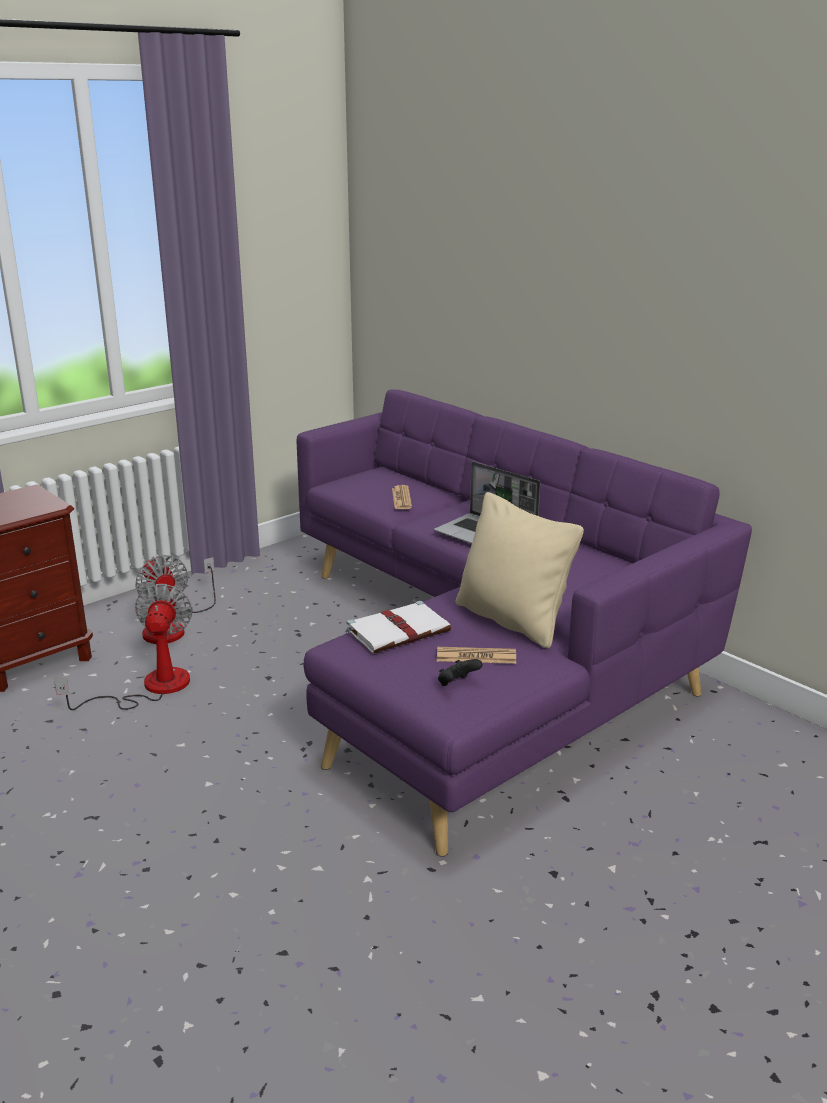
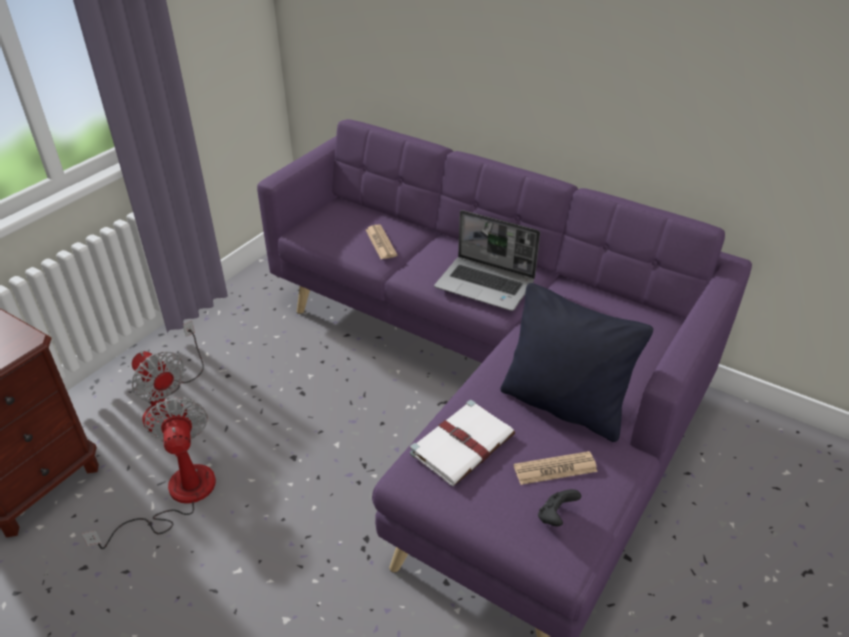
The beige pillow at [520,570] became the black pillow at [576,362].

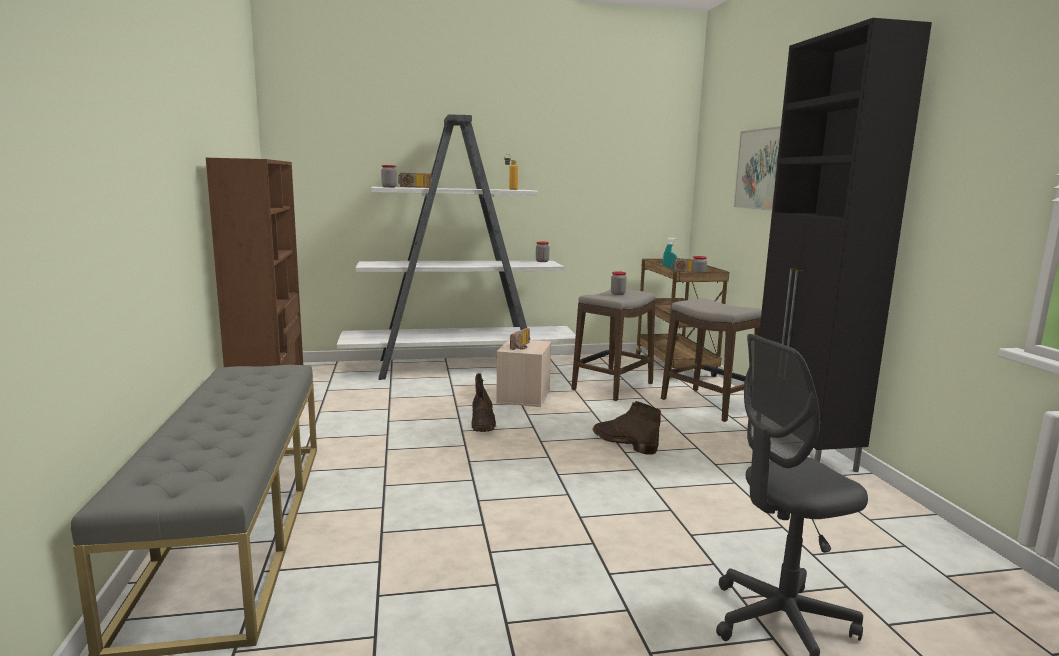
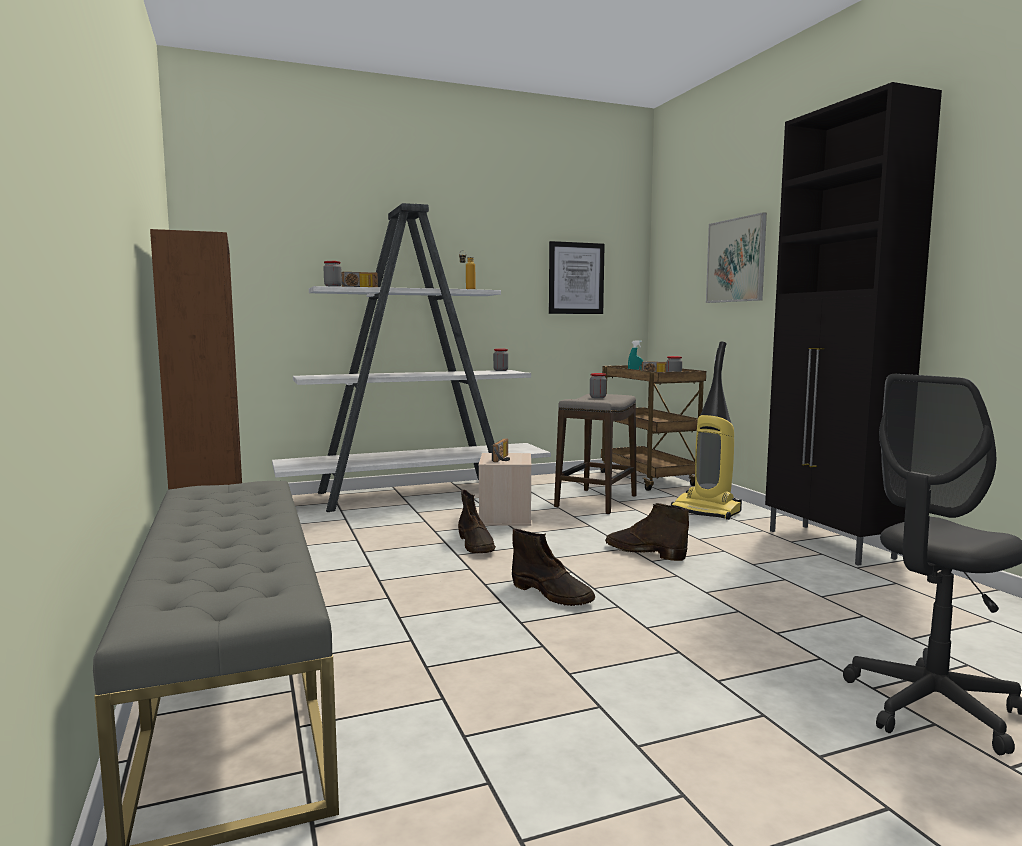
The brown boot at [553,567] appeared.
The picture at [577,277] appeared.
The stool at [711,360] was replaced by the vacuum cleaner at [706,431].

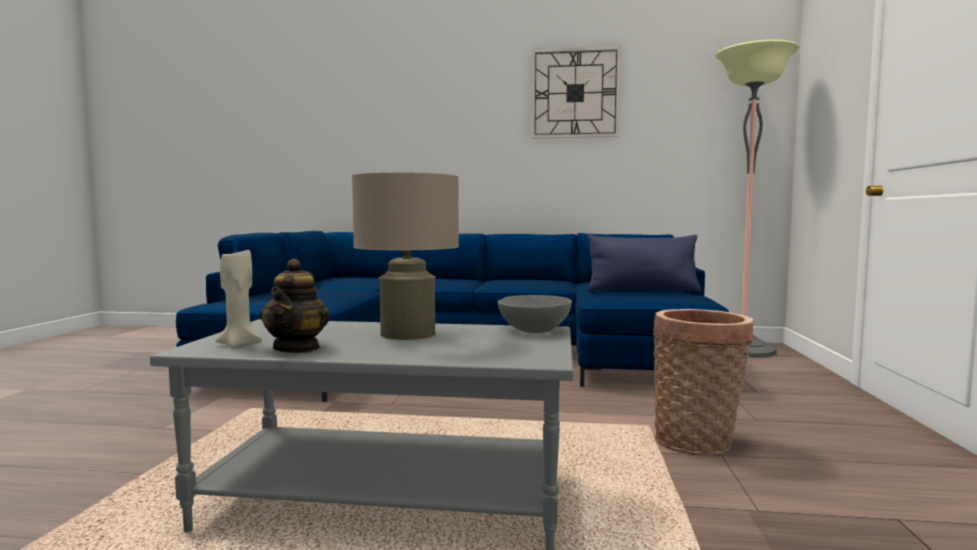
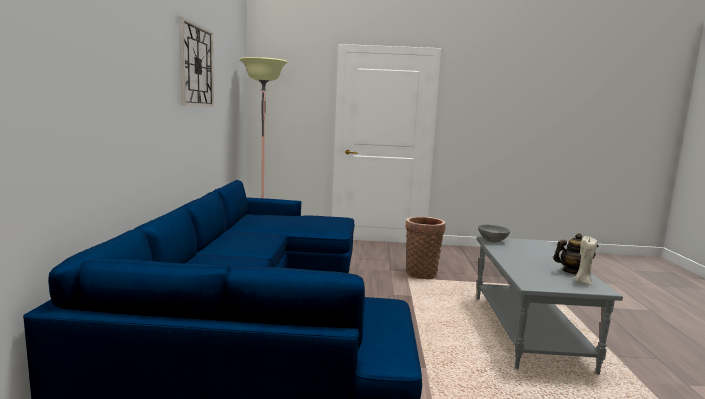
The beige table lamp at [405,256] disappeared.
The blue pillow at [644,263] disappeared.

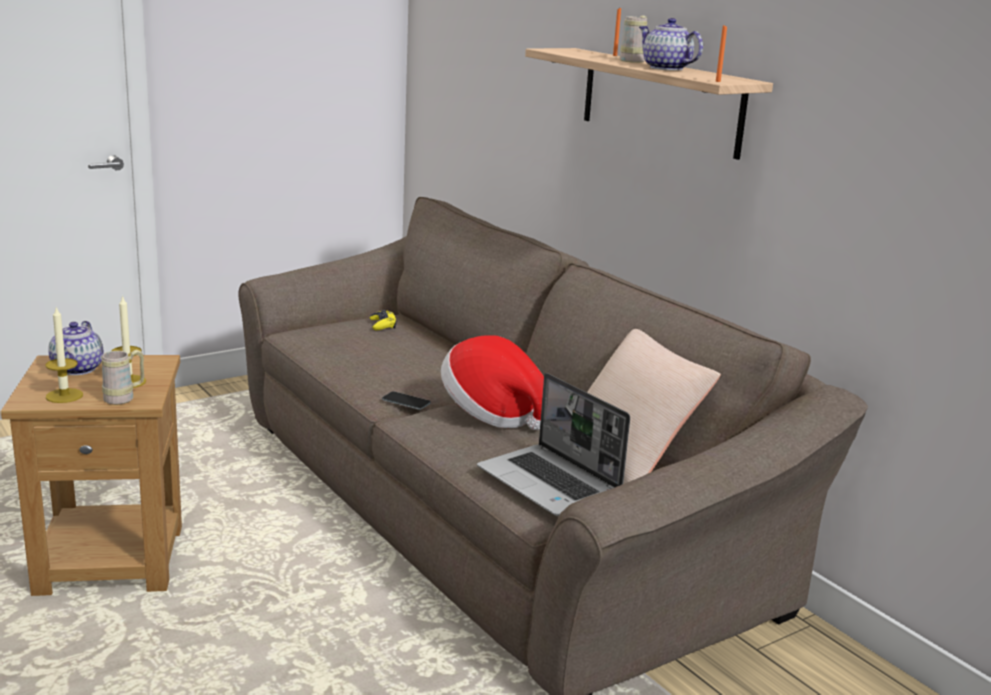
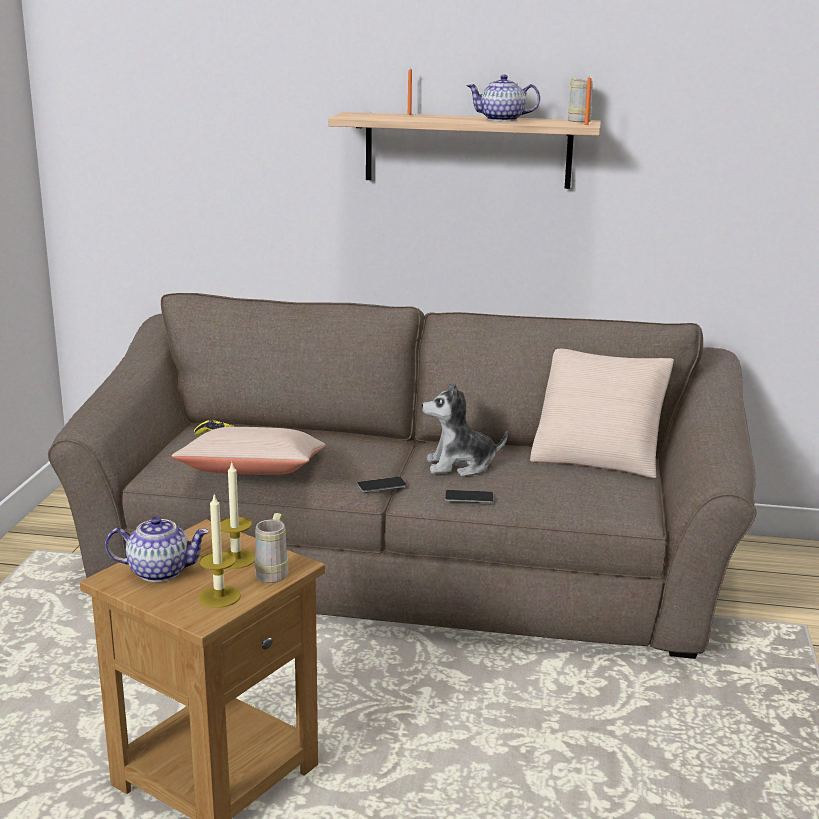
The teapot at [76,348] turned 45 degrees counterclockwise.
The beige pillow at [249,451] appeared.
The hat at [492,382] was replaced by the plush toy at [465,430].
The phone at [469,496] appeared.
The beige mug moved from [633,39] to [580,99].
The laptop at [553,444] disappeared.

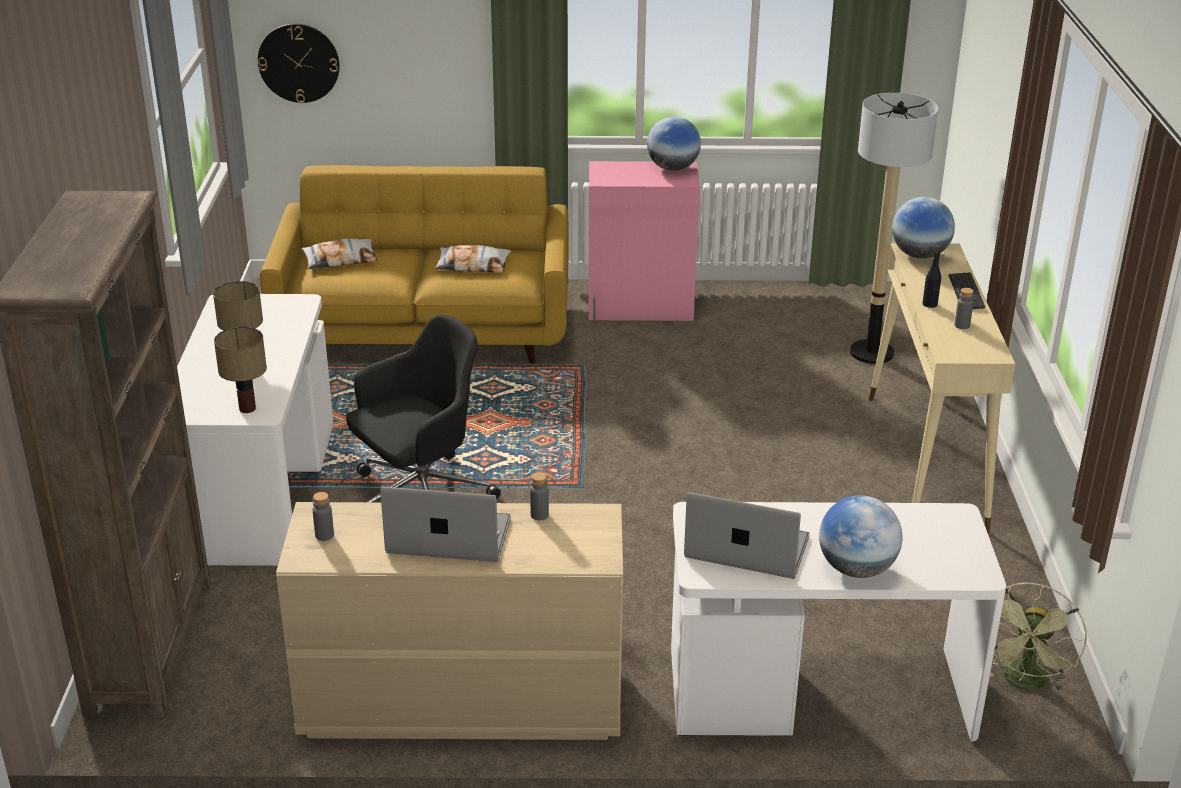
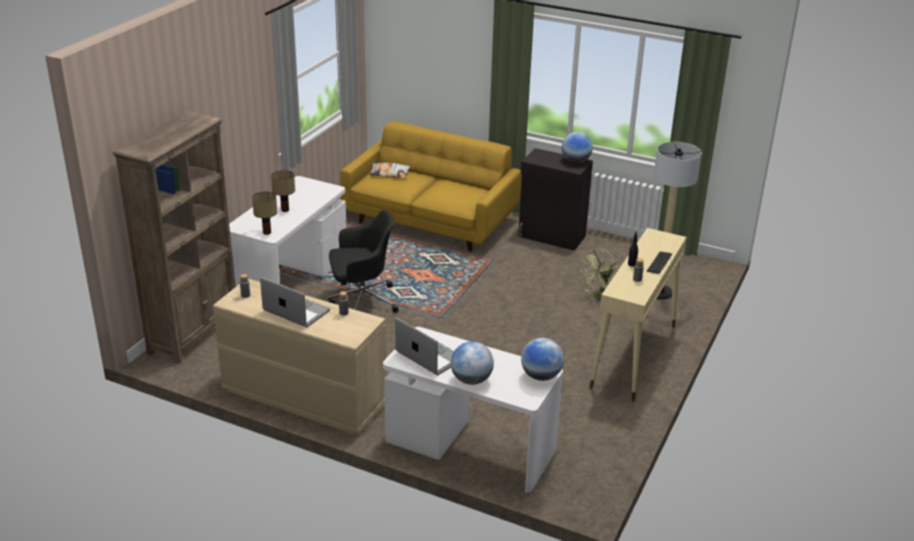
The pink cabinet at [644,241] became the black cabinet at [555,199].
The globe moved from [923,228] to [542,359].
The green fan moved from [1038,637] to [599,274].
The wall clock at [299,63] disappeared.
The pillow at [473,259] disappeared.

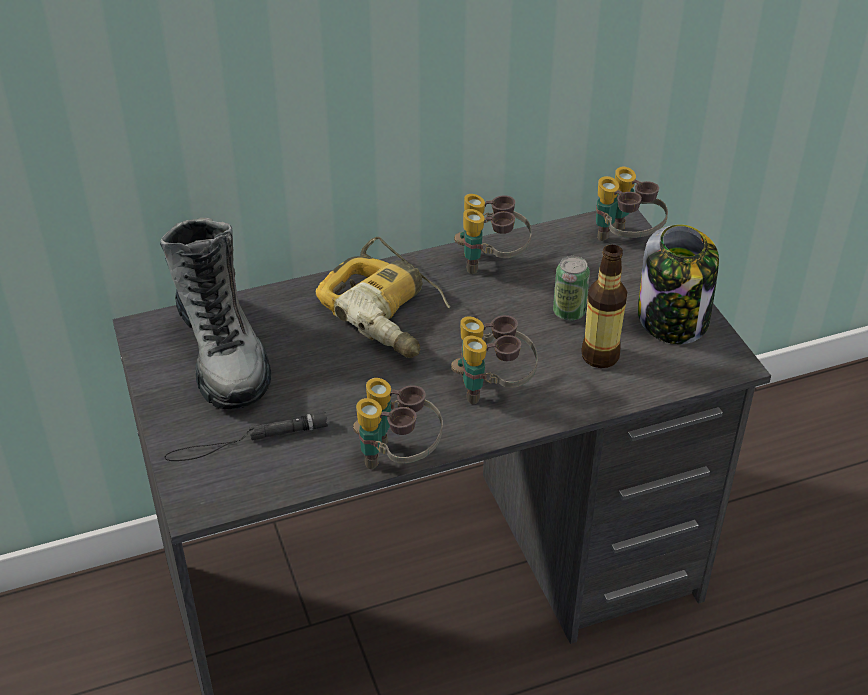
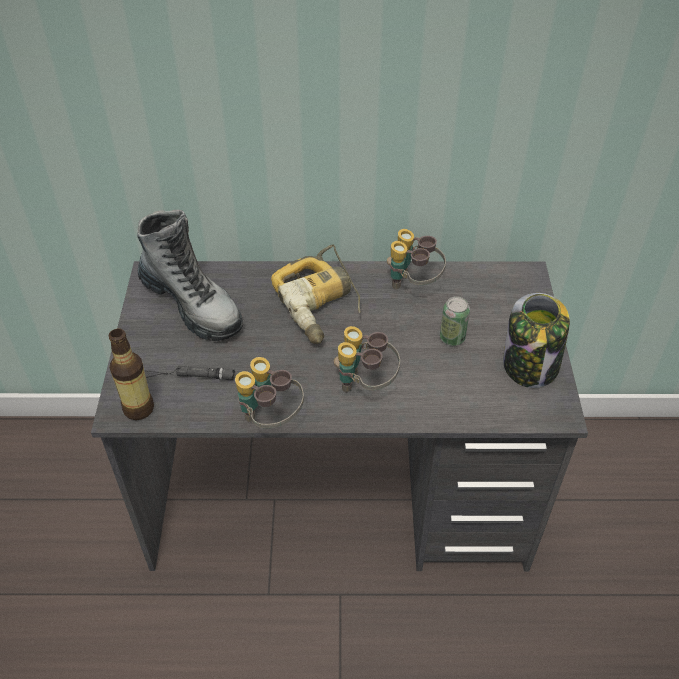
The bottle moved from [604,306] to [131,374].
The boot at [215,313] turned 45 degrees counterclockwise.
The binoculars at [632,204] disappeared.

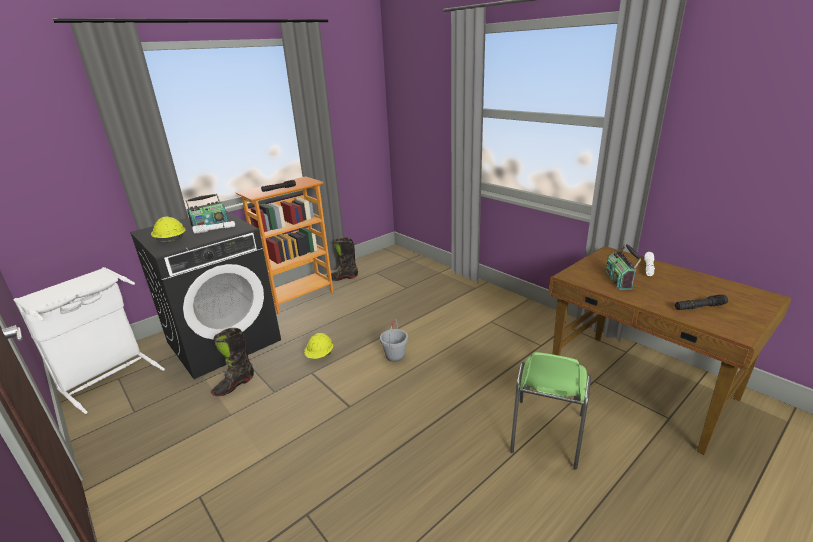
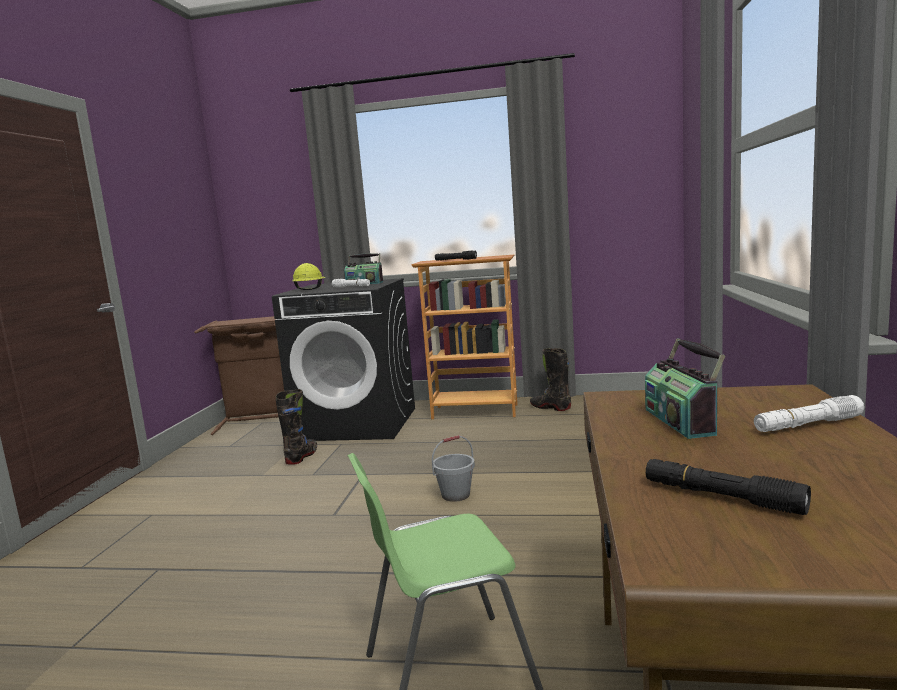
The white laundry basket at [89,340] became the brown laundry basket at [239,375].
The black boot at [232,362] turned 105 degrees clockwise.
The radio at [624,266] turned 60 degrees counterclockwise.
The yellow hard hat at [318,346] disappeared.

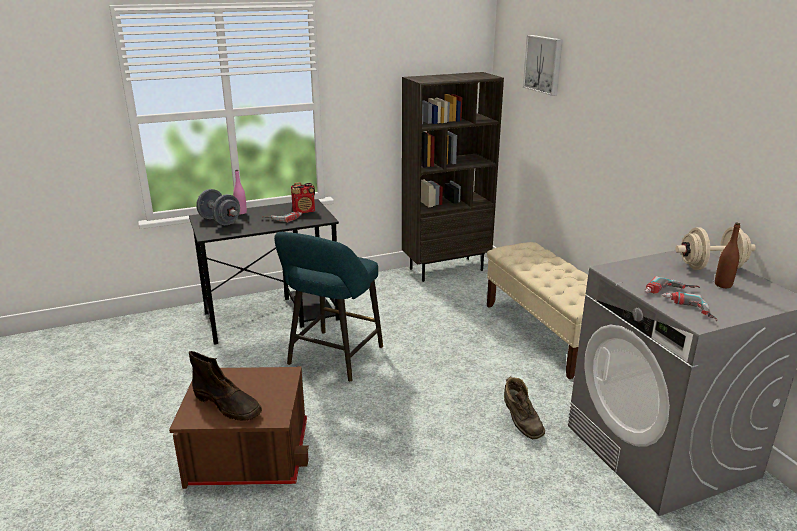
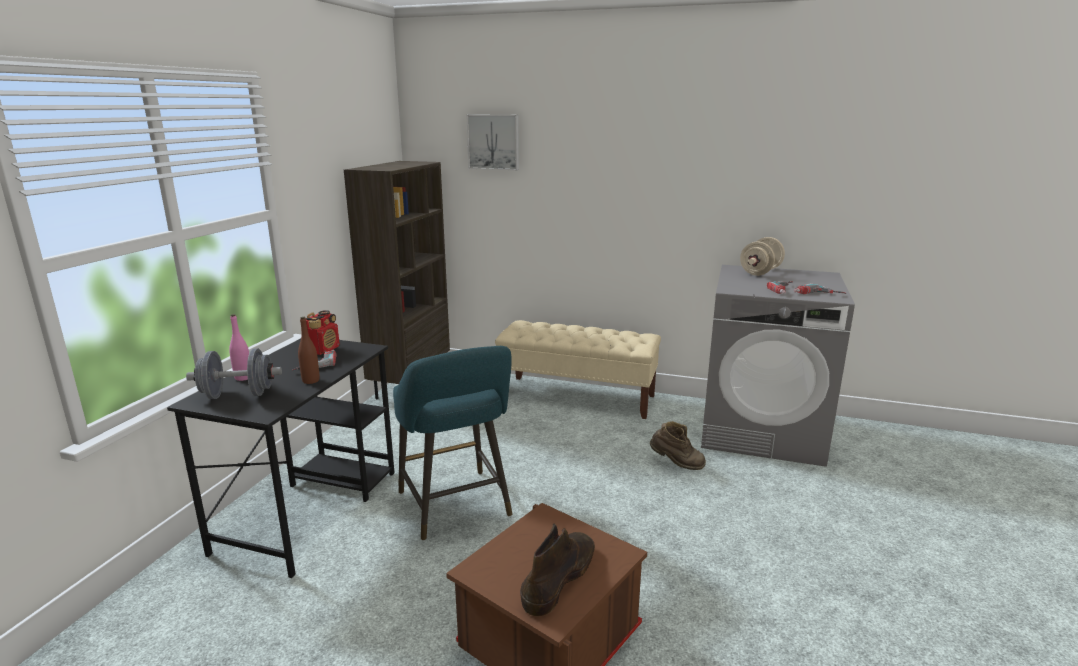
The brown bottle moved from [727,255] to [309,350].
The brown boot at [225,386] turned 45 degrees counterclockwise.

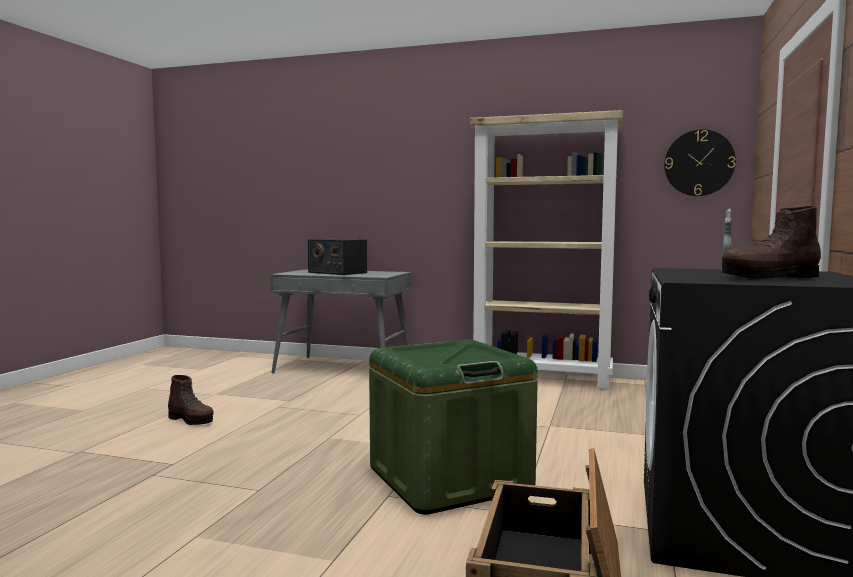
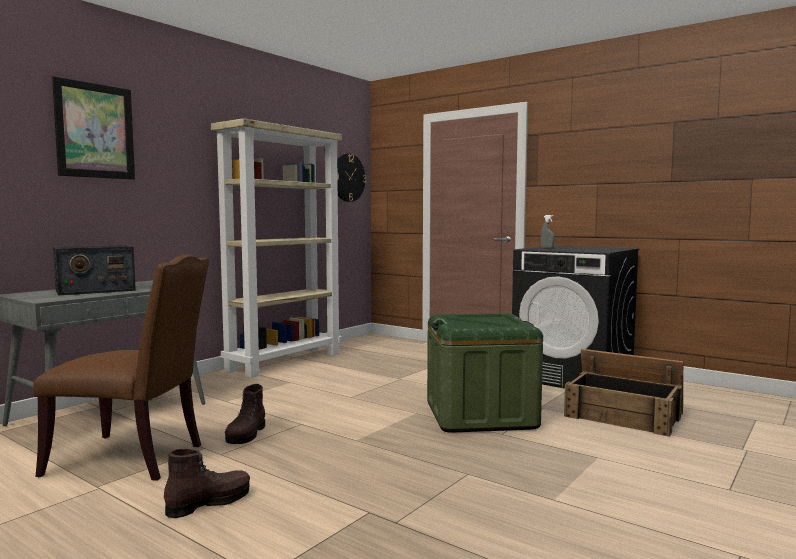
The brown chair at [121,367] appeared.
The picture at [93,128] appeared.
The brown boot moved from [771,242] to [245,414].

